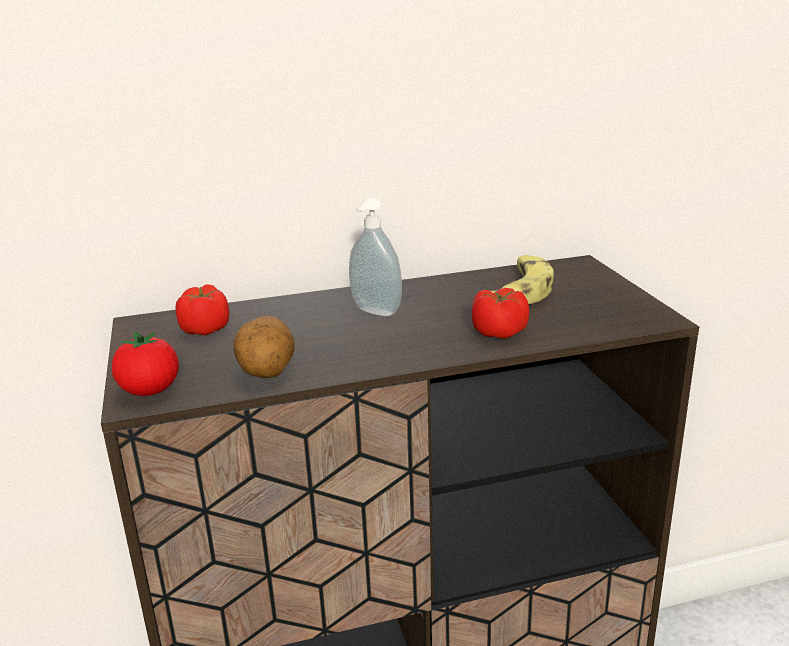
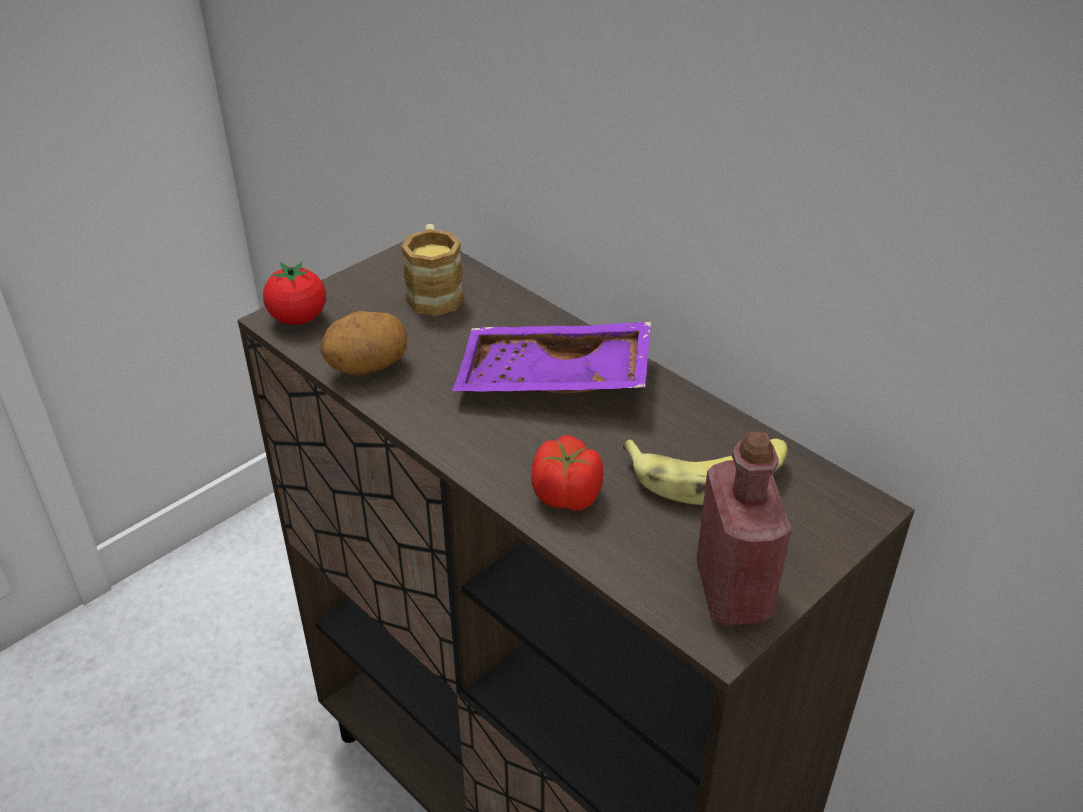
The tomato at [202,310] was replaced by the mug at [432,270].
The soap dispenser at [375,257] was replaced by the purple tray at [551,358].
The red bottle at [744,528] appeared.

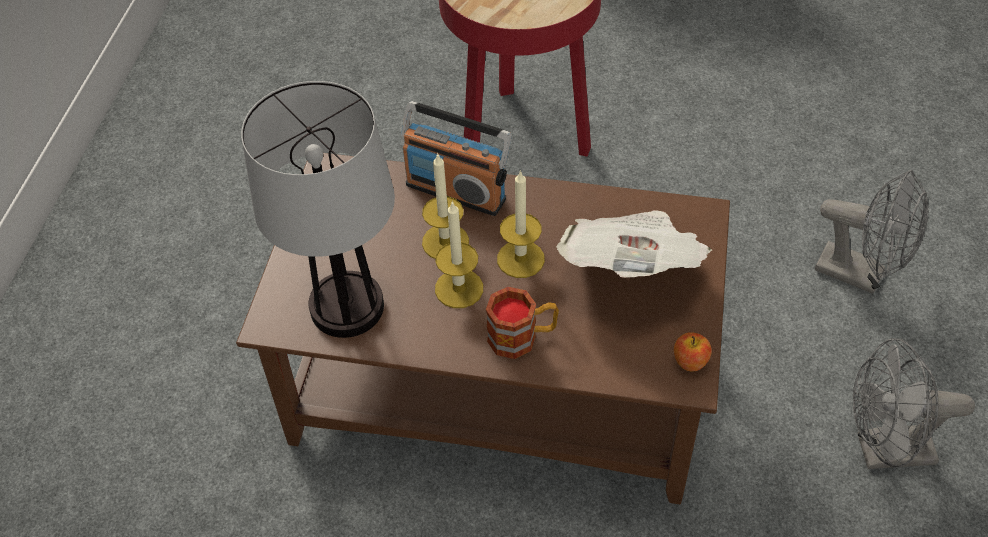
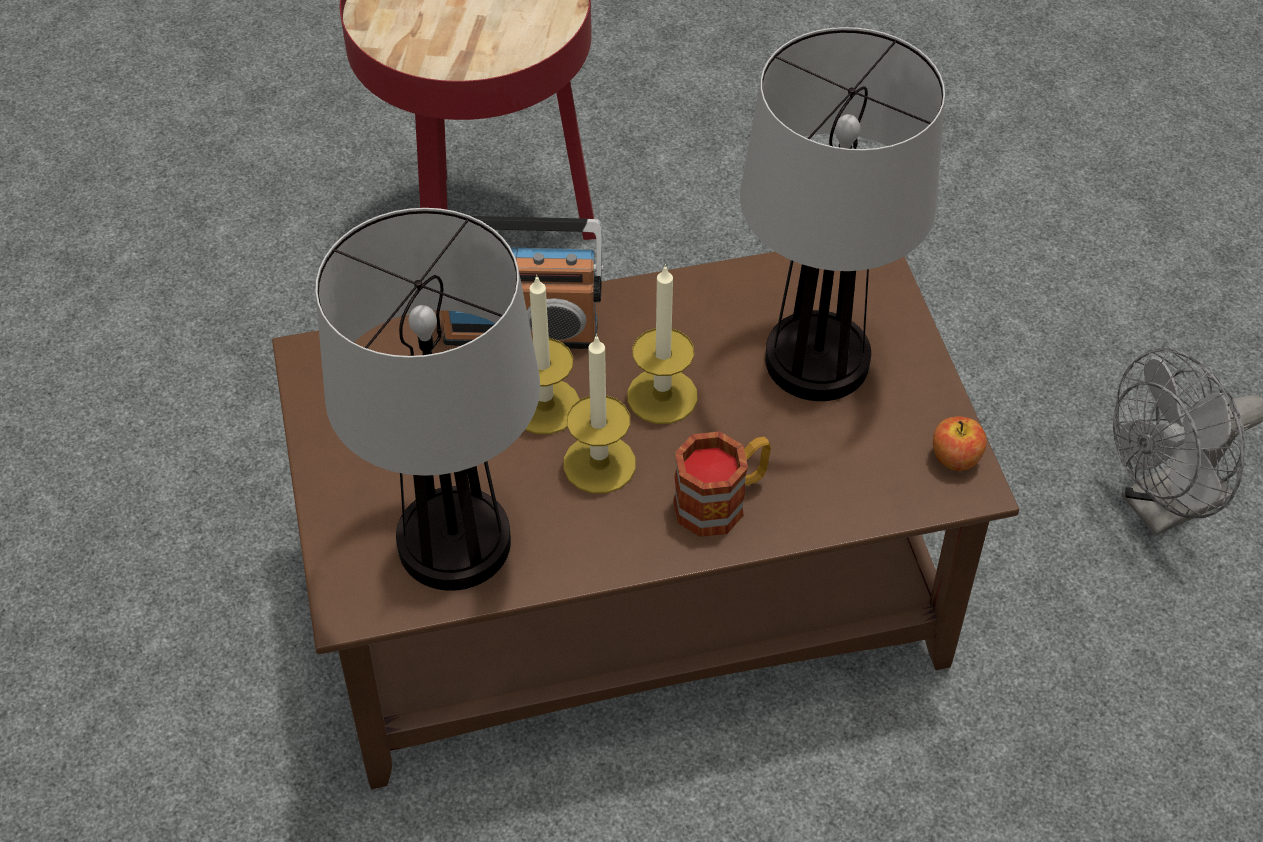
The newspaper at [634,244] was replaced by the table lamp at [842,214].
The grey fan at [871,232] disappeared.

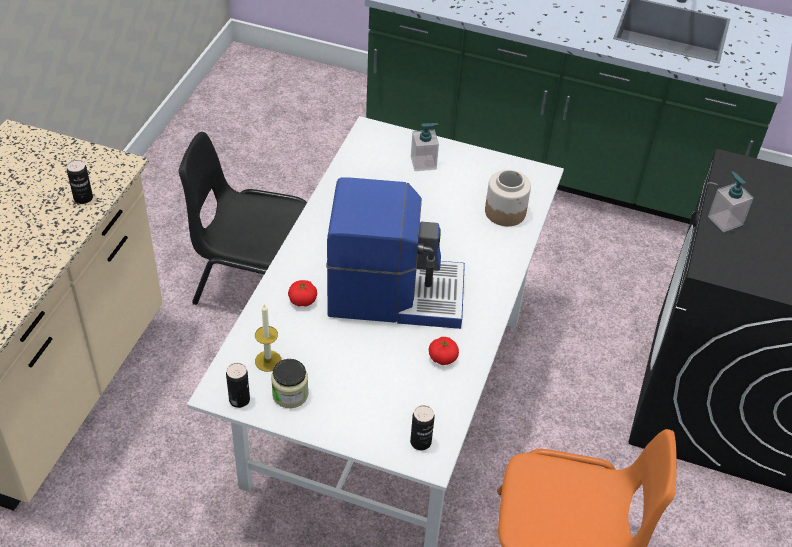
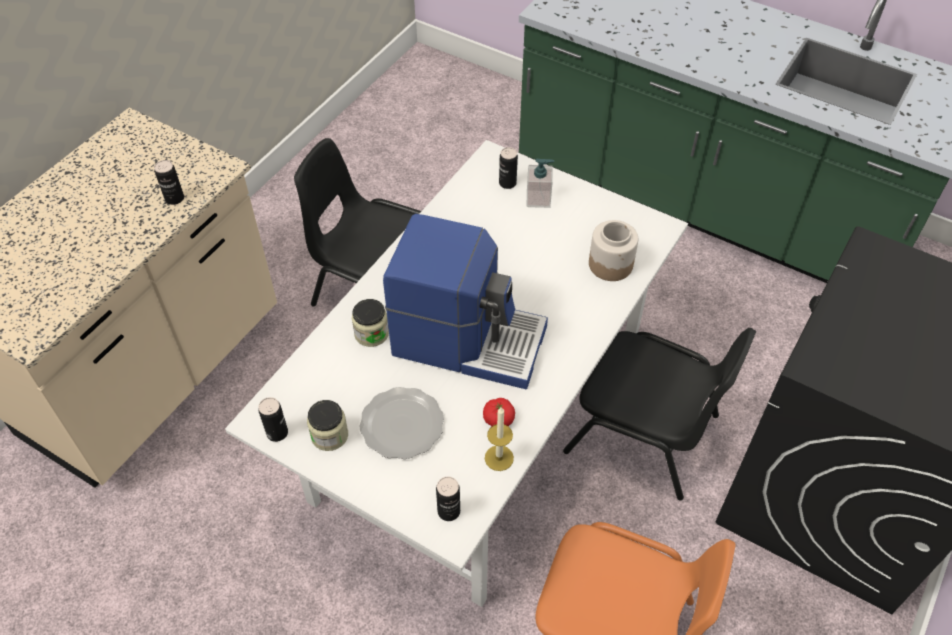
The tomato at [302,293] was replaced by the jar at [370,323].
The plate at [401,423] appeared.
The candle moved from [268,337] to [499,439].
The can at [508,168] appeared.
The black chair at [659,414] appeared.
The soap dispenser at [730,201] disappeared.

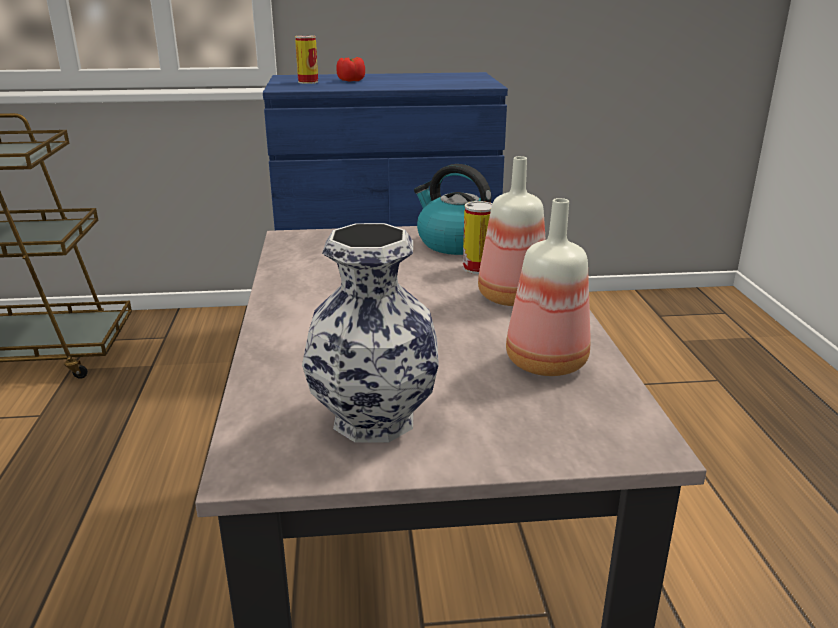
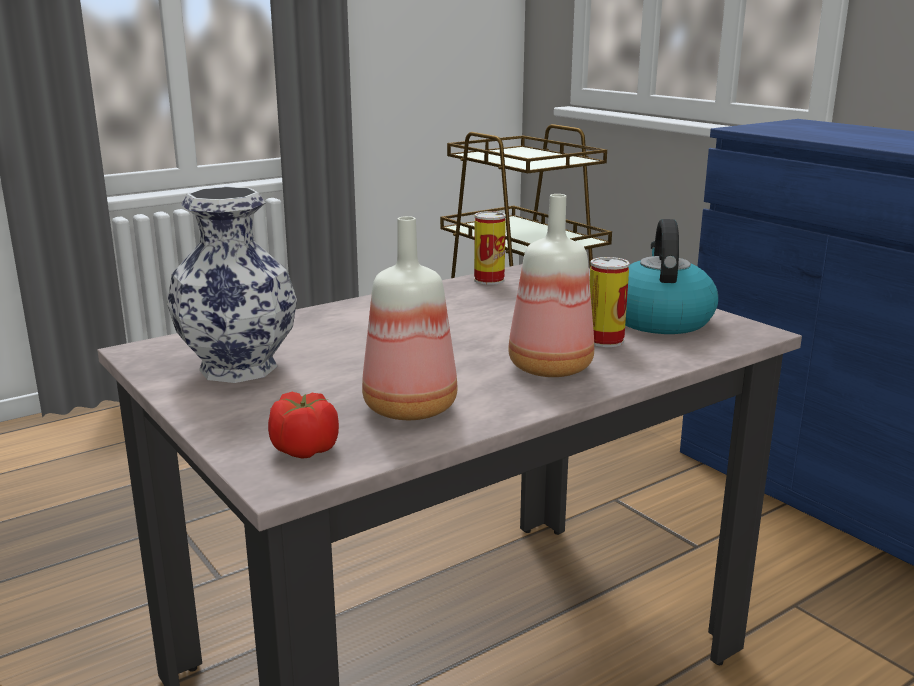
The tomato moved from [350,69] to [303,425].
The can moved from [306,59] to [490,248].

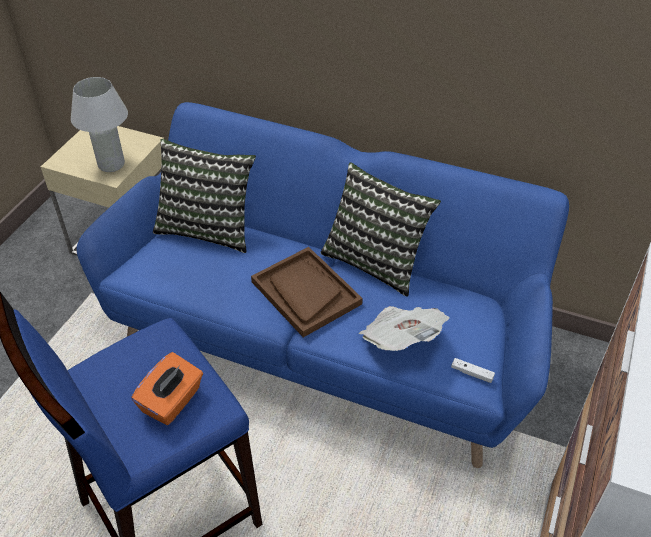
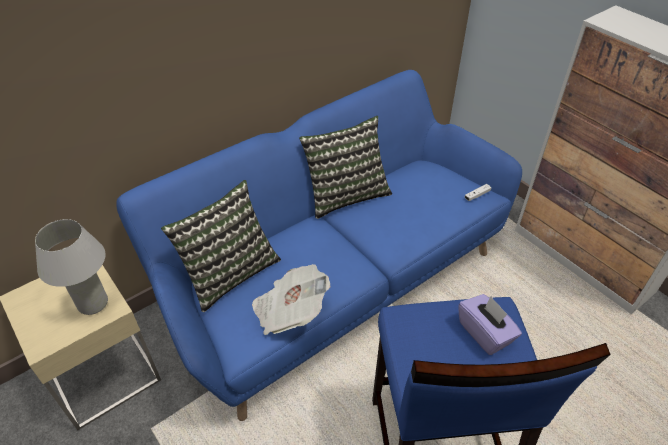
The newspaper moved from [404,328] to [291,299].
The orange tissue box at [167,388] became the purple tissue box at [490,324].
The brown tray at [307,292] disappeared.

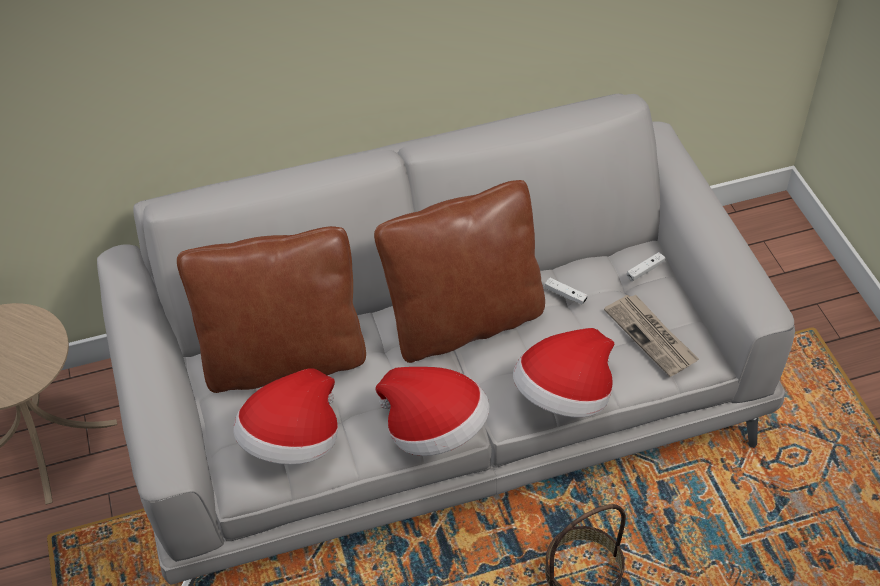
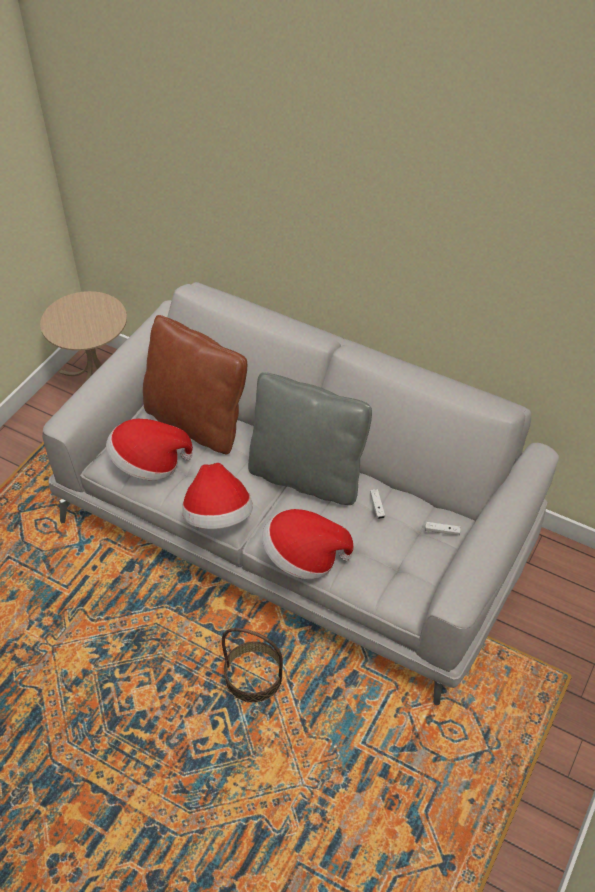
The brown pillow at [459,271] became the grey pillow at [310,438].
The newspaper at [651,336] disappeared.

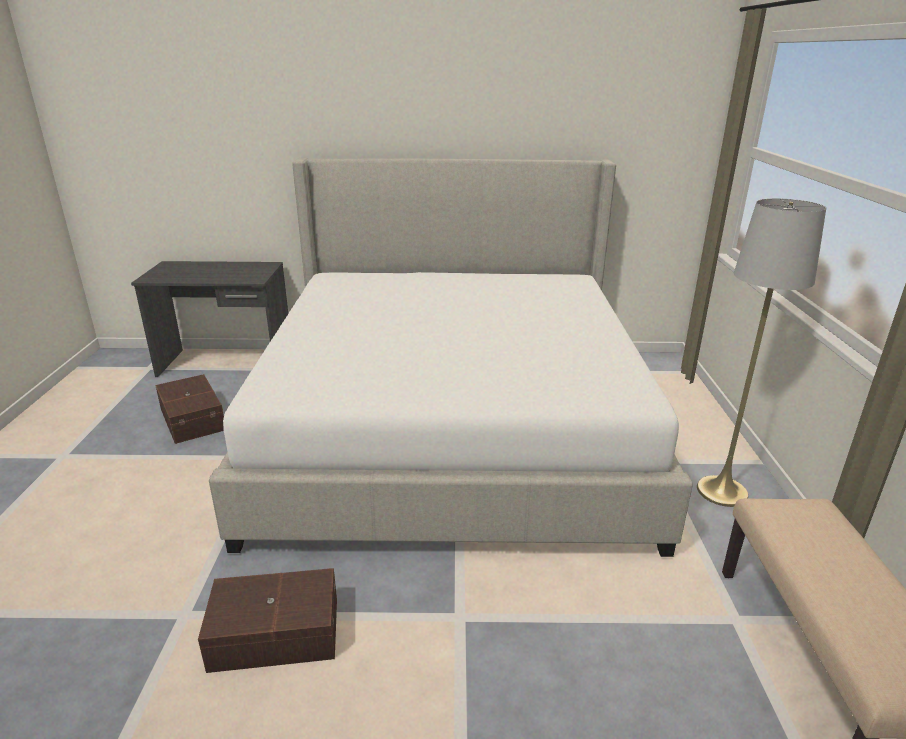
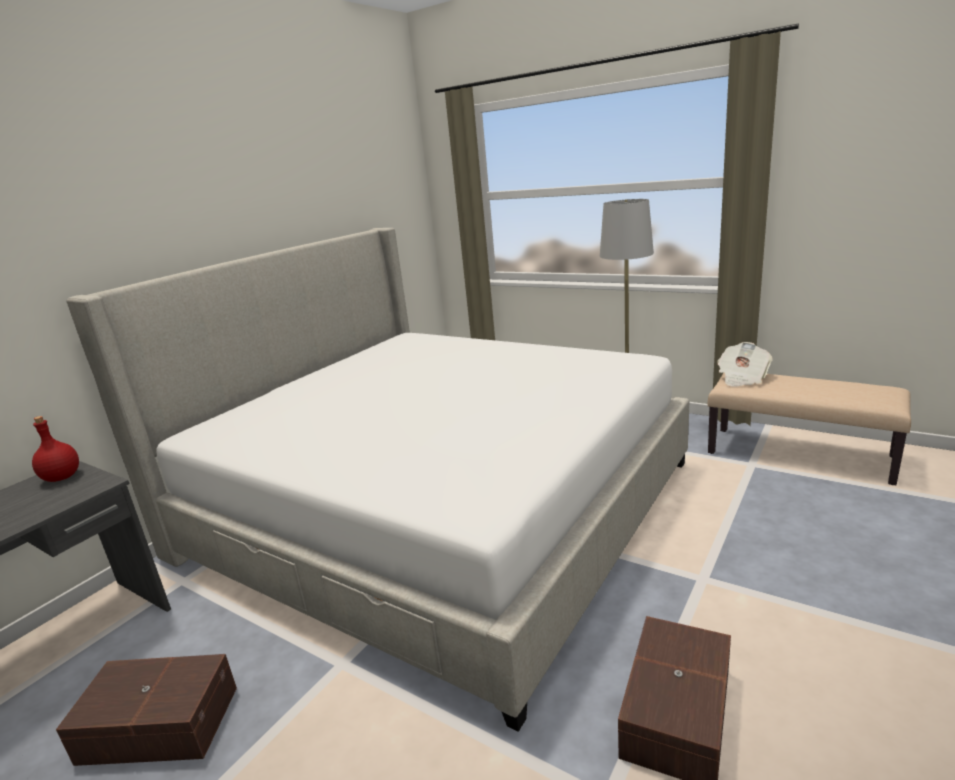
The red bottle at [55,449] appeared.
The newspaper at [745,364] appeared.

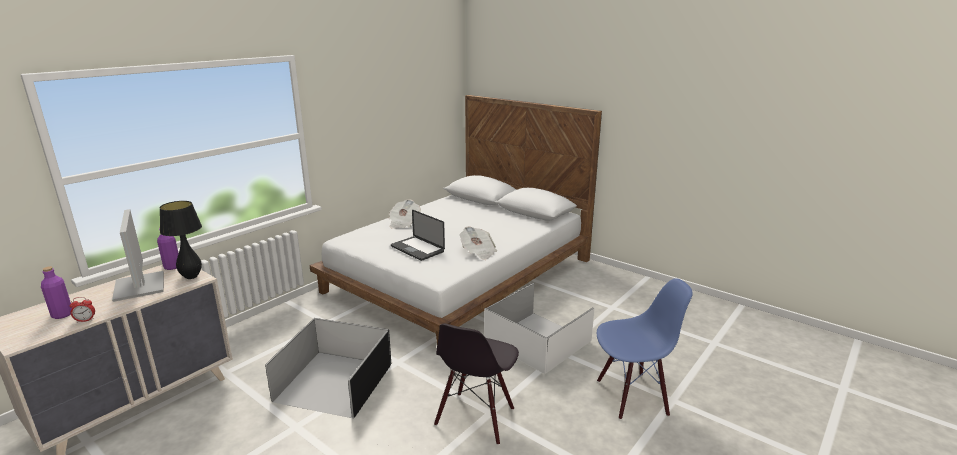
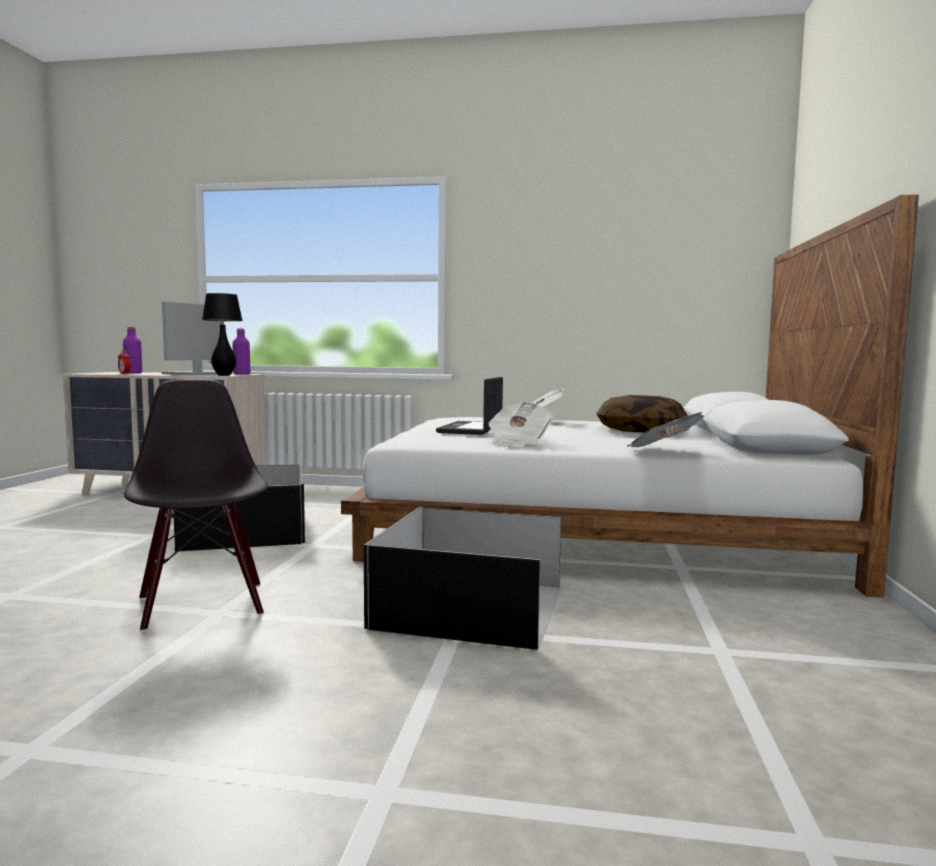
The black chair at [476,384] turned 75 degrees clockwise.
The white storage box at [539,328] became the black storage box at [462,578].
The pillow at [641,414] appeared.
The newspaper at [665,429] appeared.
The blue chair at [645,349] disappeared.

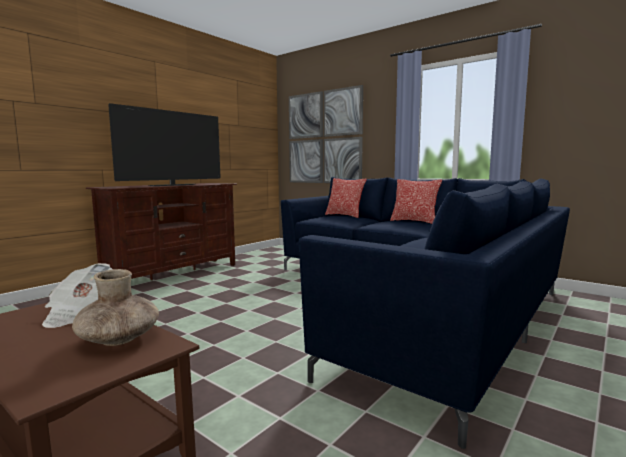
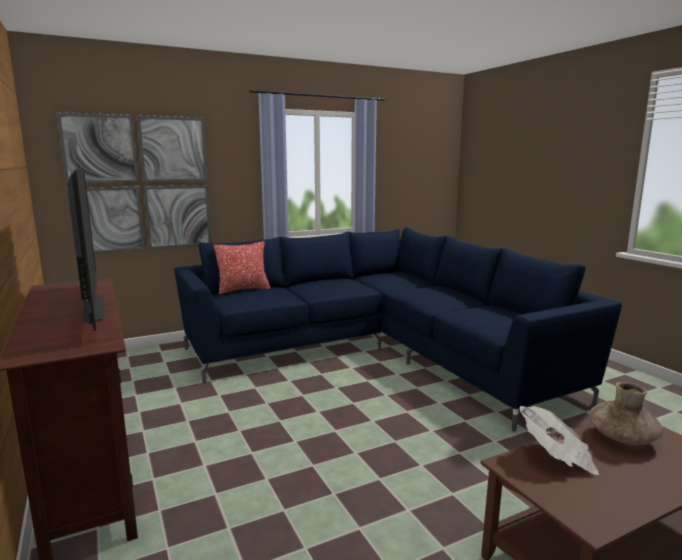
The pillow at [416,201] disappeared.

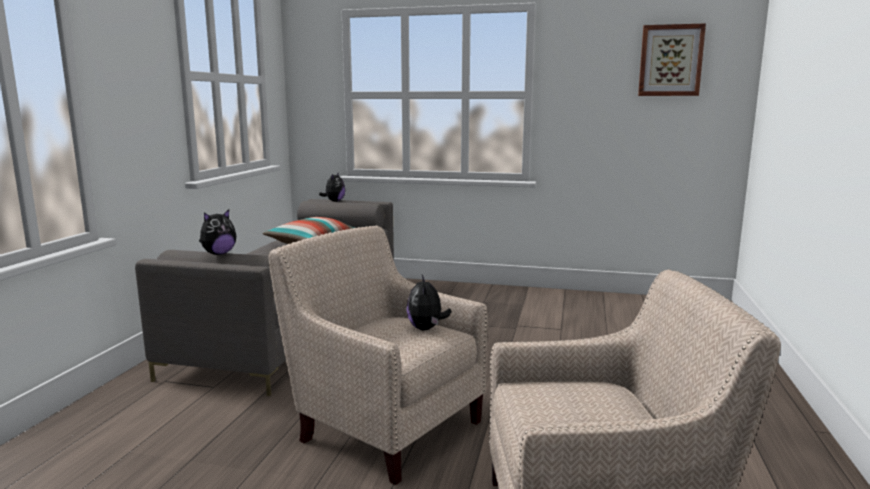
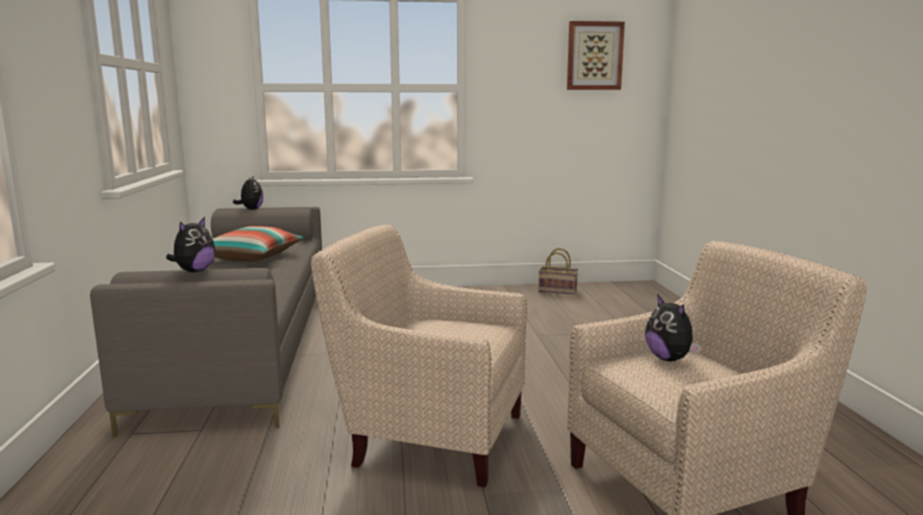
The basket at [558,271] appeared.
The plush toy moved from [429,302] to [673,328].

